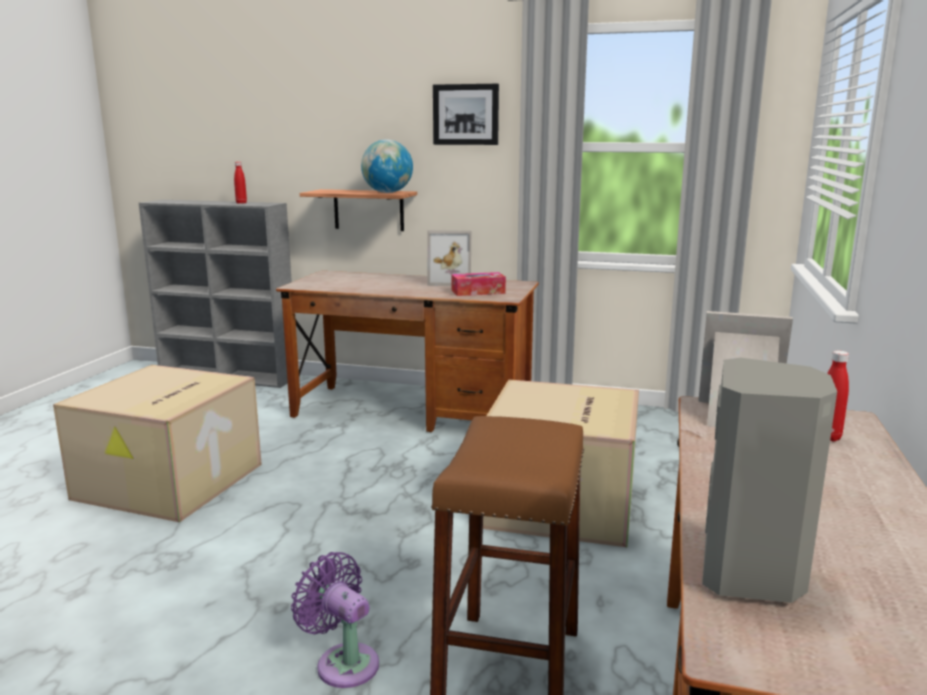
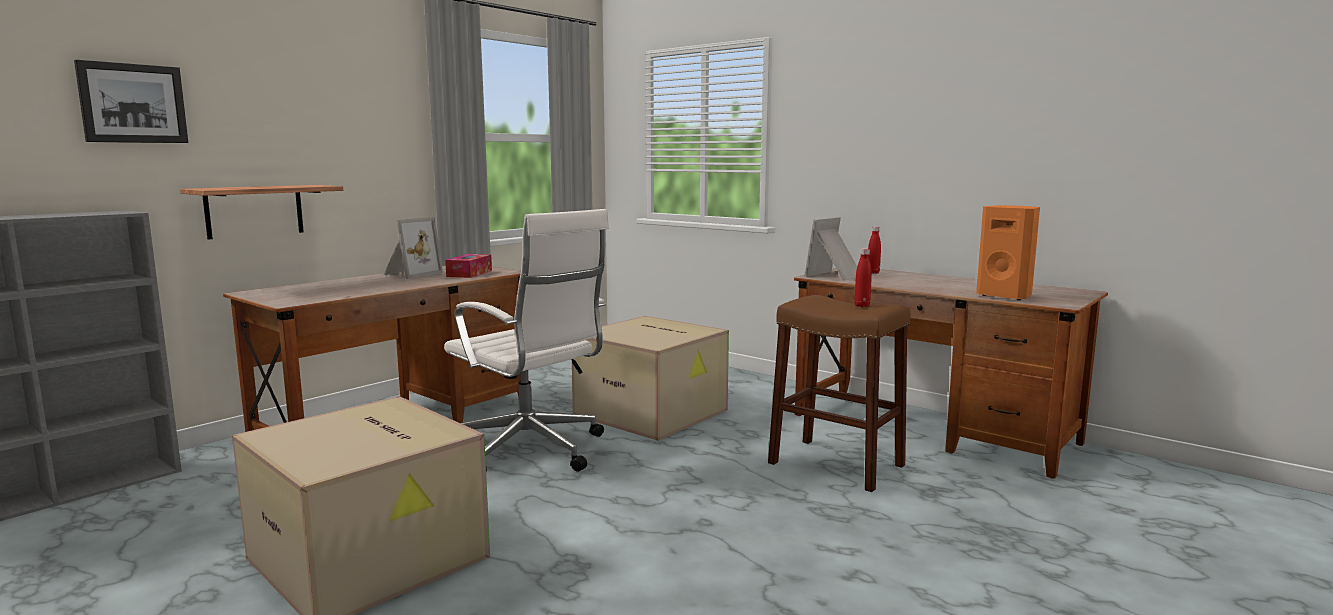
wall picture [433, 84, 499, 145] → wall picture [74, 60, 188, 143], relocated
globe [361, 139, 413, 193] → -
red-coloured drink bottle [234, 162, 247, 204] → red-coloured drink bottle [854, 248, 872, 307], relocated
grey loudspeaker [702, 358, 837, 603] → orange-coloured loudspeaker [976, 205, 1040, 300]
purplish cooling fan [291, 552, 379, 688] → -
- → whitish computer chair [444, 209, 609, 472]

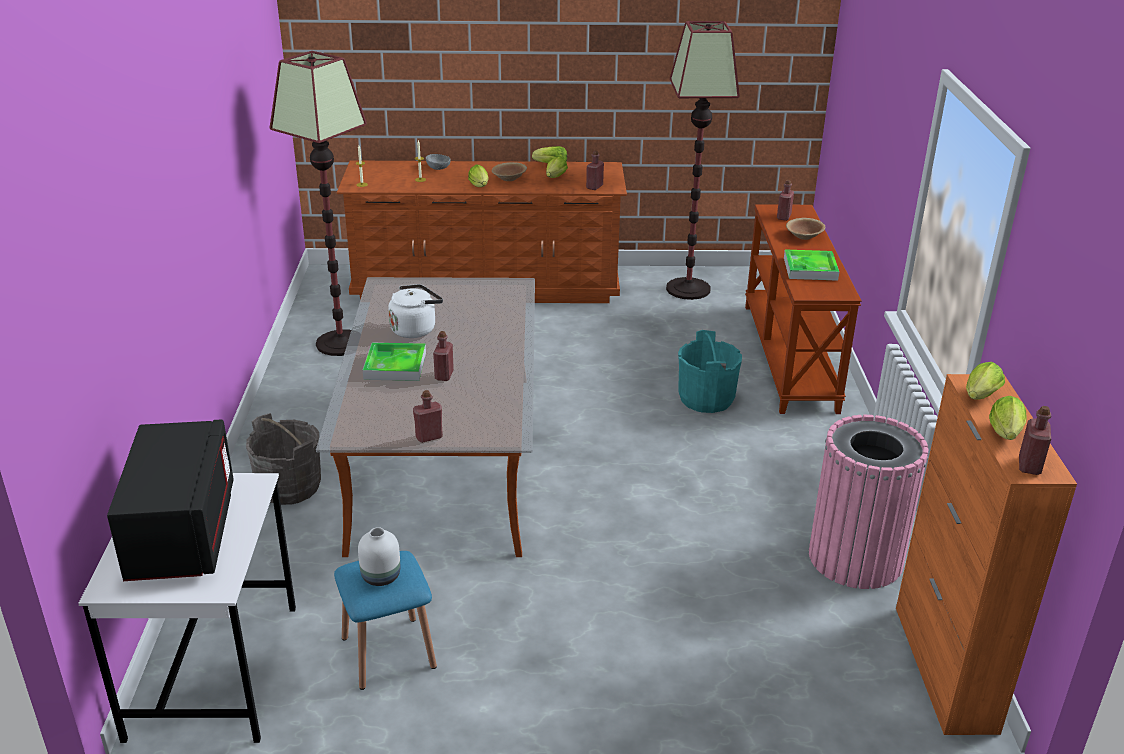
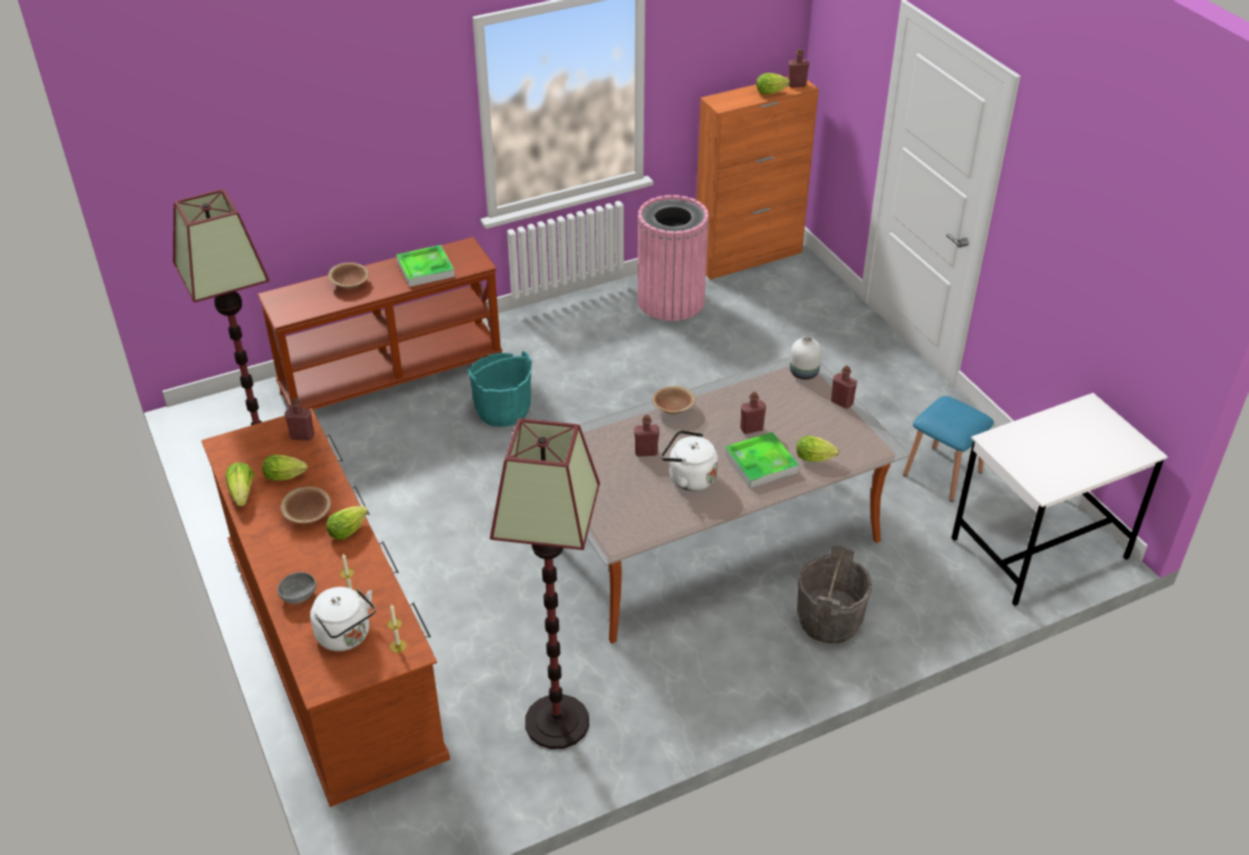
red-coloured drink bottle [777, 180, 794, 221] → red-coloured drink bottle [634, 415, 660, 457], relocated
head of lettuce [966, 362, 1005, 400] → head of lettuce [797, 436, 839, 462], relocated
black-coloured kitchen microwave [107, 419, 233, 581] → -
whitish flower vase [358, 527, 400, 586] → whitish flower vase [790, 336, 822, 380], relocated
- → brown-coloured serving bowl [652, 386, 696, 414]
- → whitish kettle [310, 587, 376, 651]

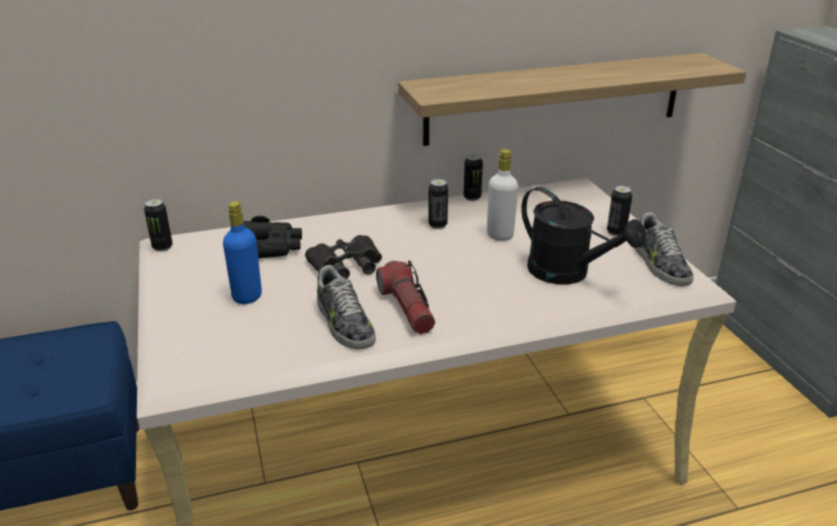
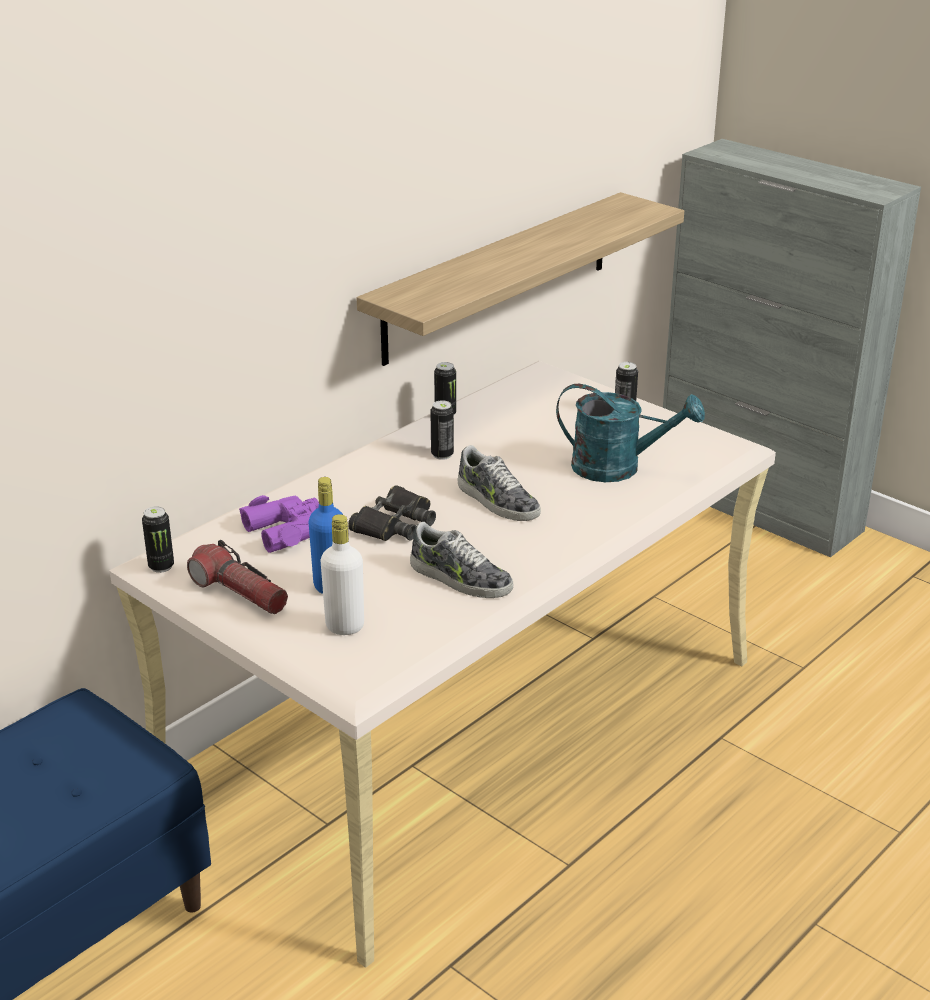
whitish drink bottle [487, 149, 518, 241] → whitish drink bottle [321, 514, 364, 635], relocated
black-coloured watering can [521, 187, 646, 284] → turquoise-coloured watering can [556, 384, 705, 482]
item of footwear [635, 212, 694, 286] → item of footwear [457, 445, 541, 521], relocated
black-coloured binoculars [243, 216, 302, 258] → purplish binoculars [239, 495, 319, 553]
torch [376, 261, 435, 334] → torch [187, 540, 288, 614], relocated

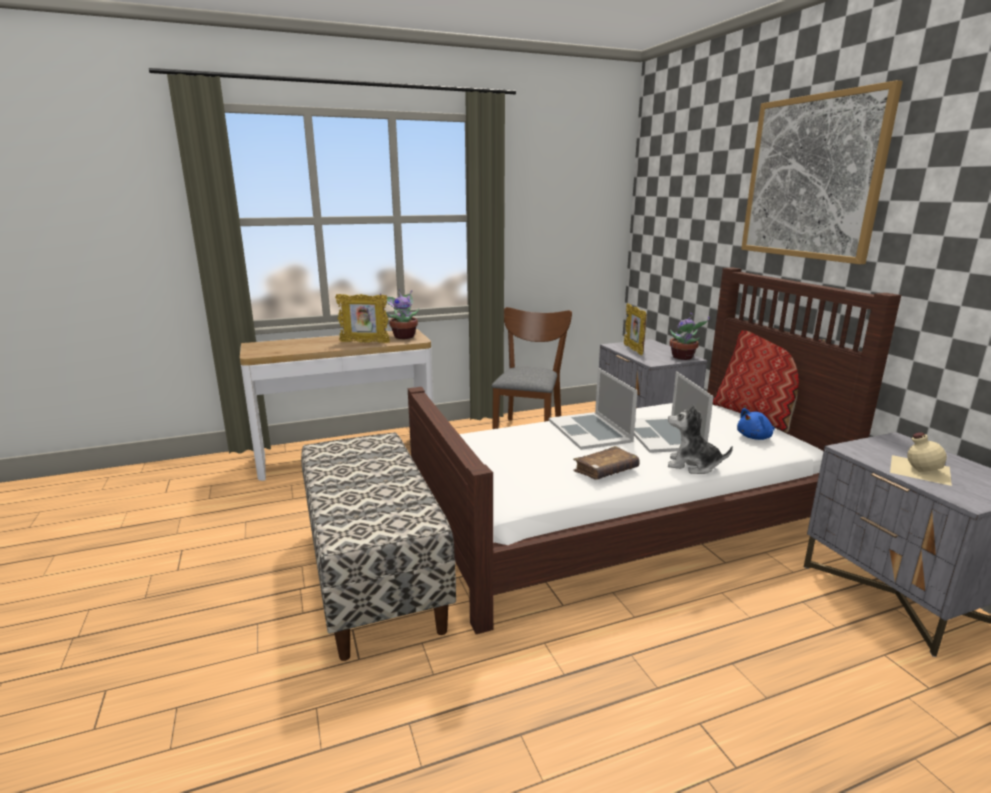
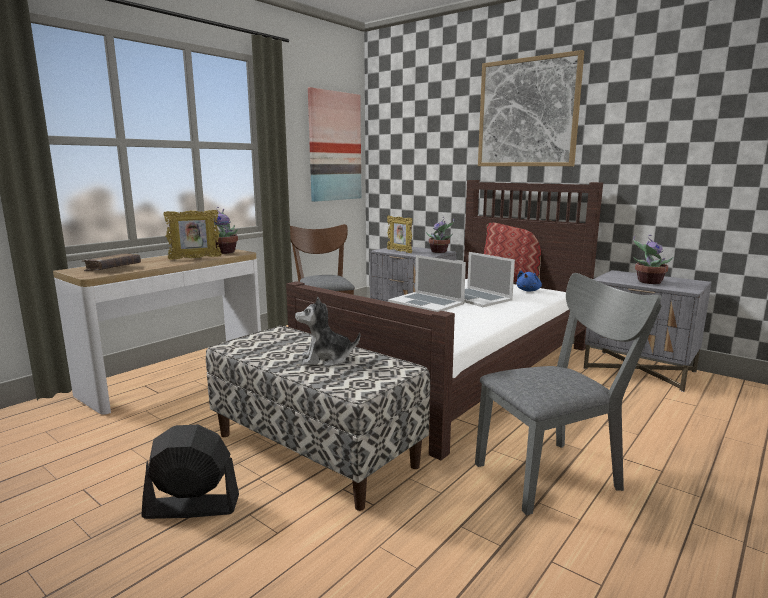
cuddly toy [668, 404, 733, 474] → cuddly toy [295, 297, 360, 367], relocated
beige drink bottle [890, 433, 952, 486] → houseplant [633, 235, 673, 284]
brown-coloured volume [573, 446, 640, 480] → brown-coloured volume [82, 253, 141, 271], relocated
- → wall picture [308, 87, 361, 202]
- → grey plain chair [475, 273, 662, 515]
- → black-coloured cooling fan [141, 425, 239, 519]

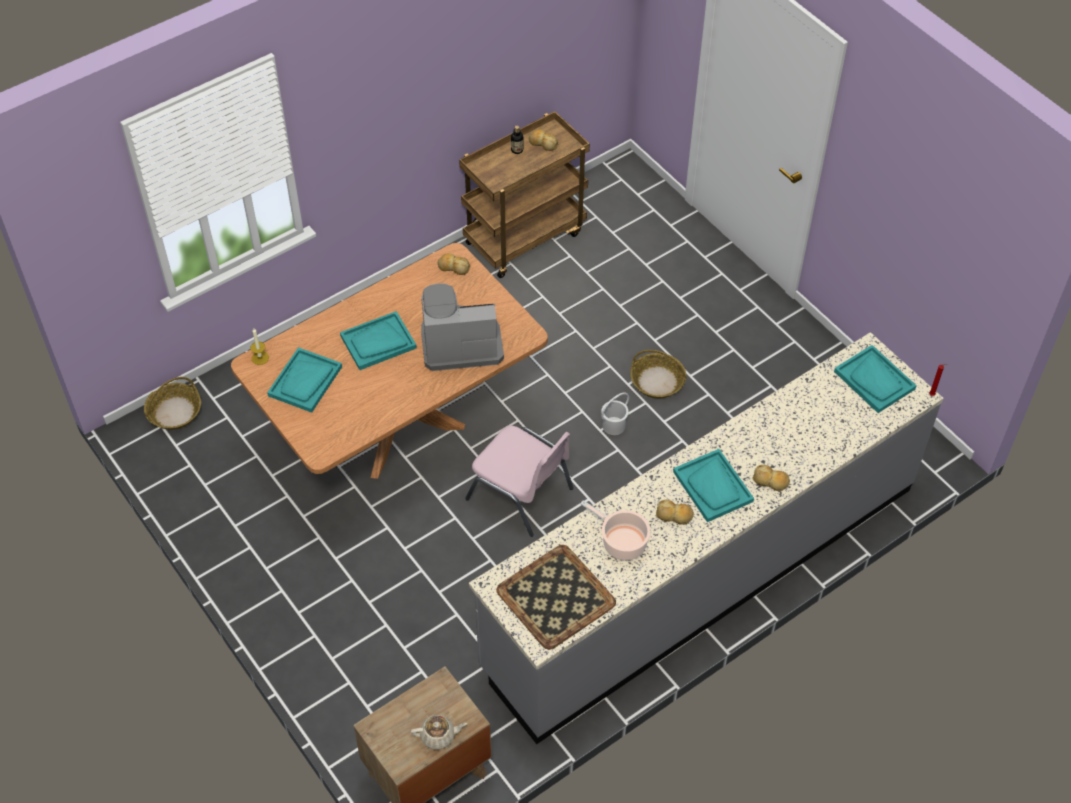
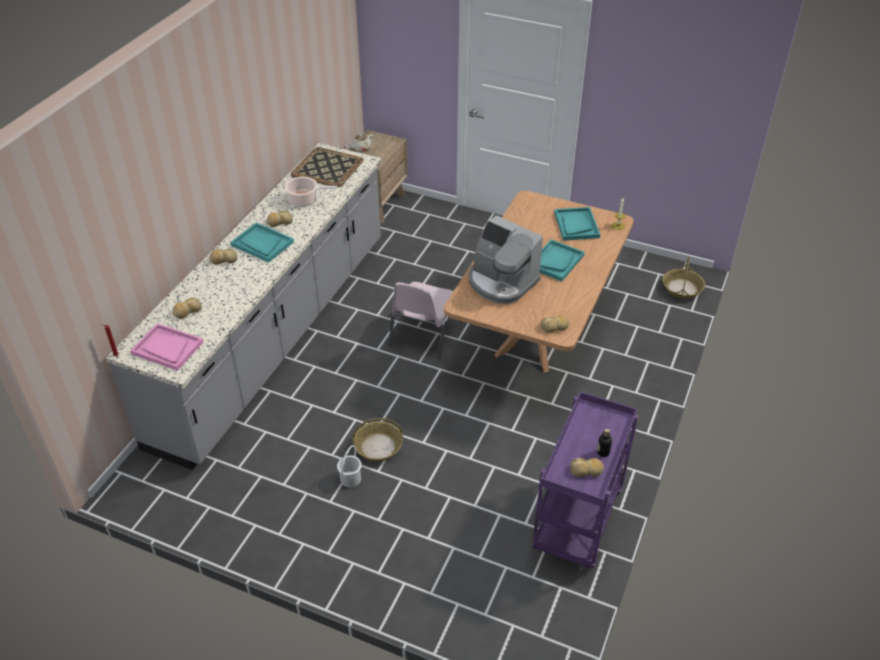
brown-coloured trolley [459, 111, 590, 278] → purplish trolley [533, 391, 638, 568]
coffee maker [421, 283, 504, 371] → coffee maker [469, 215, 543, 304], 75 degrees clockwise
turquoise-coloured carrying tray [834, 345, 917, 413] → pinkish carrying tray [130, 323, 203, 371]
whitish pail [601, 393, 629, 435] → whitish pail [337, 445, 362, 487], relocated
pinkish plain chair [465, 425, 574, 537] → pinkish plain chair [389, 282, 462, 359], 75 degrees counterclockwise
- → baked bread [172, 297, 202, 319]

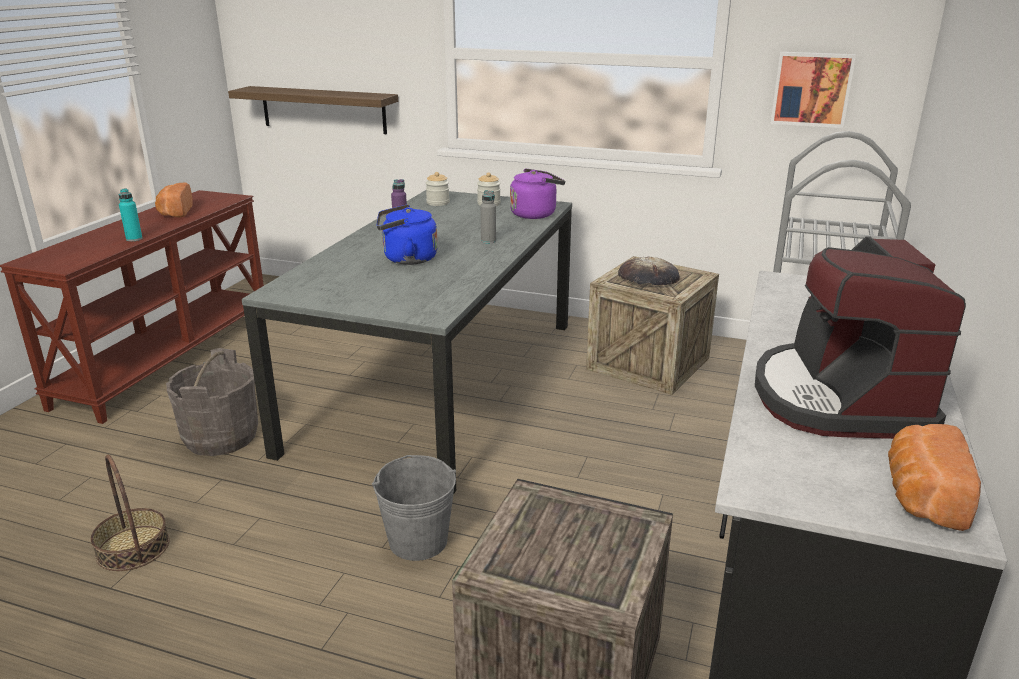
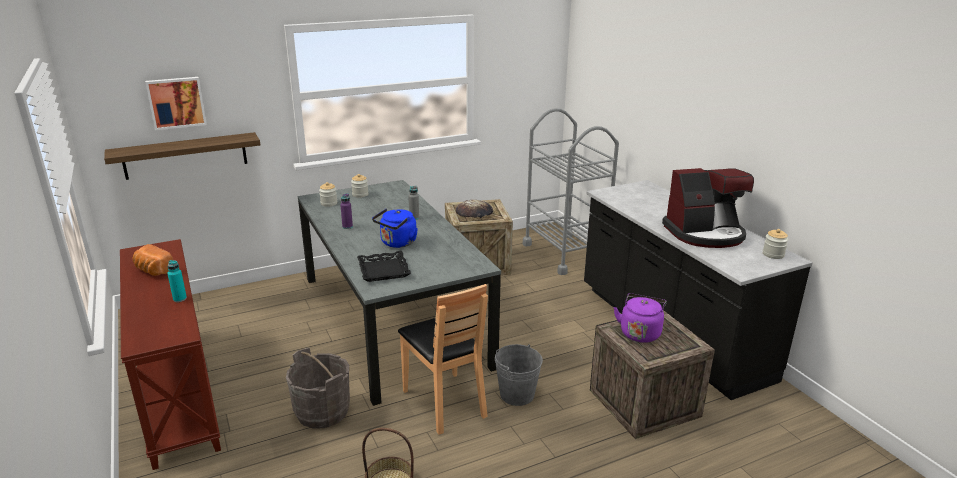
wall picture [770, 52, 856, 128] → wall picture [145, 77, 207, 130], relocated
purplish kettle [510, 169, 565, 219] → purplish kettle [614, 293, 667, 343], relocated
coffee maker [755, 236, 966, 439] → coffee maker [662, 168, 754, 248], 60 degrees counterclockwise
baked bread [888, 424, 981, 531] → jar [763, 229, 788, 259]
- → black-coloured carrying tray [357, 251, 411, 282]
- → brown-coloured plain chair [398, 284, 488, 434]

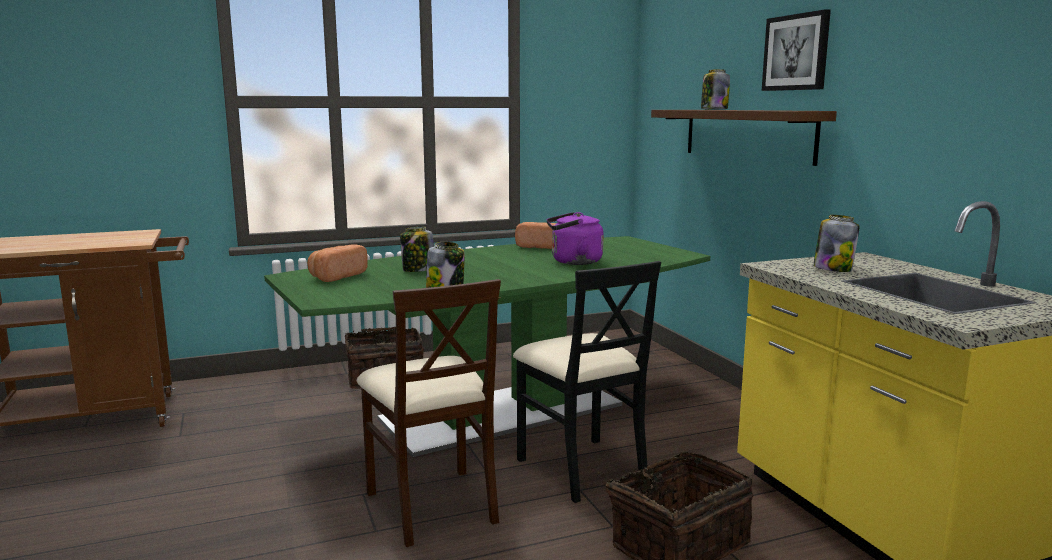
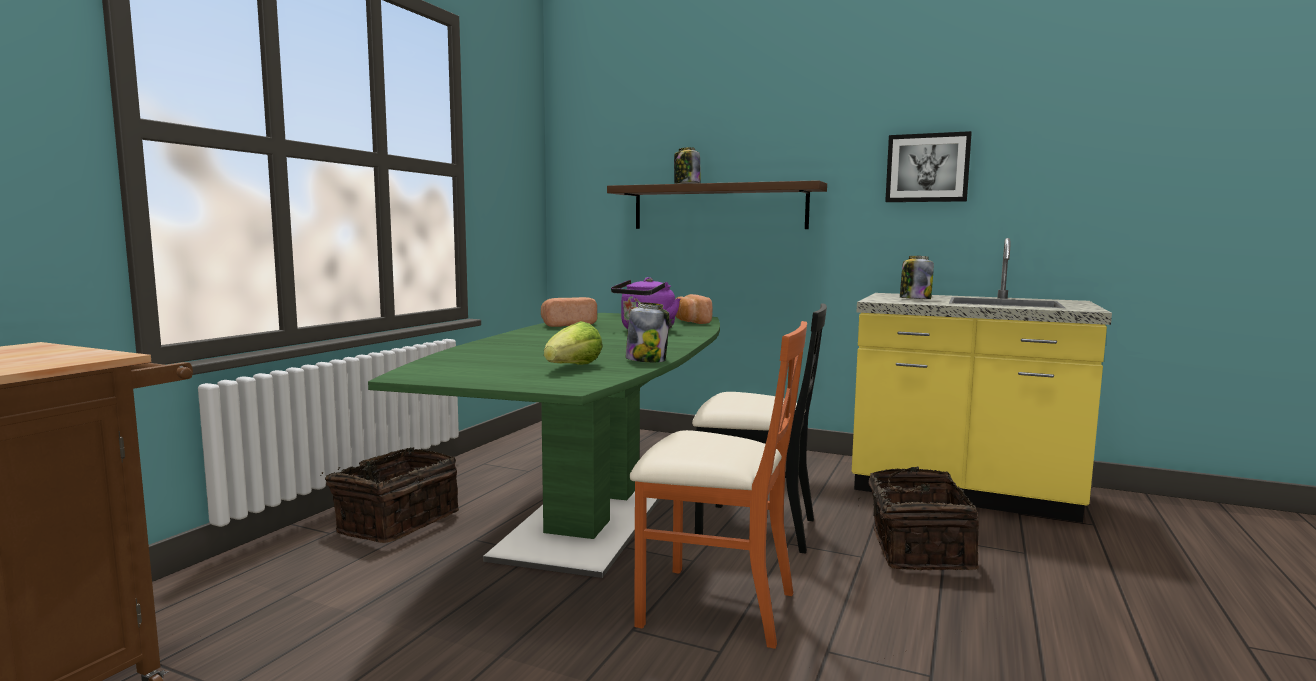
wall picture [762, 9, 831, 91] → wall picture [885, 131, 972, 202], relocated
jar [400, 227, 434, 272] → -
baked bread [307, 244, 368, 282] → baked bread [675, 294, 713, 324], relocated
beige plain chair [357, 279, 501, 547] → orange-coloured plain chair [630, 321, 807, 649]
- → head of lettuce [544, 321, 603, 365]

